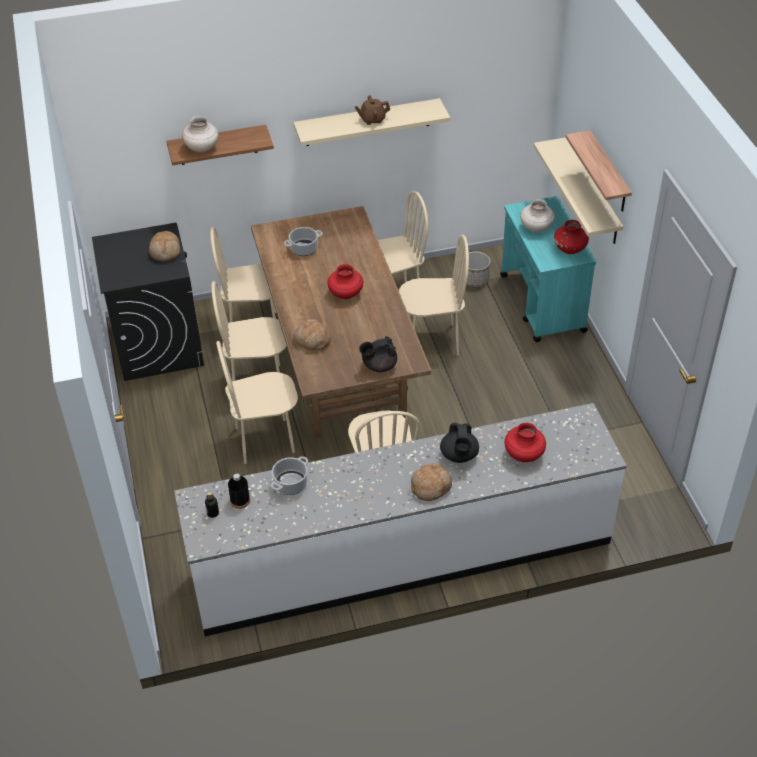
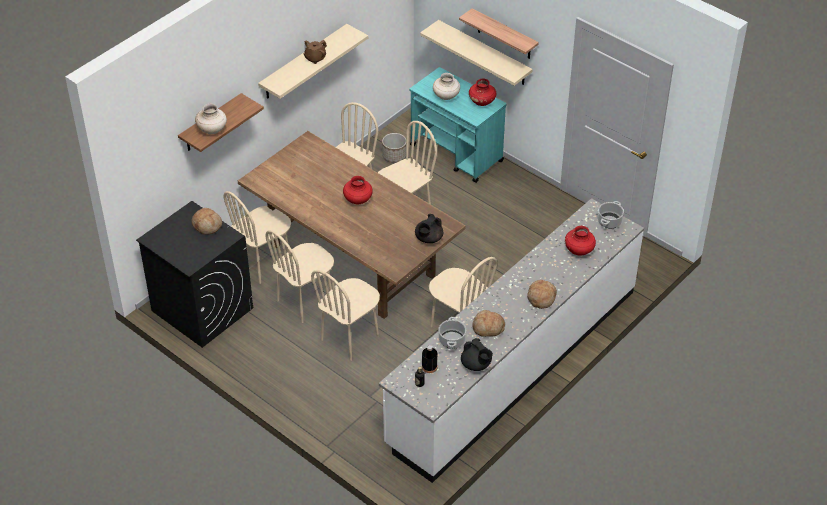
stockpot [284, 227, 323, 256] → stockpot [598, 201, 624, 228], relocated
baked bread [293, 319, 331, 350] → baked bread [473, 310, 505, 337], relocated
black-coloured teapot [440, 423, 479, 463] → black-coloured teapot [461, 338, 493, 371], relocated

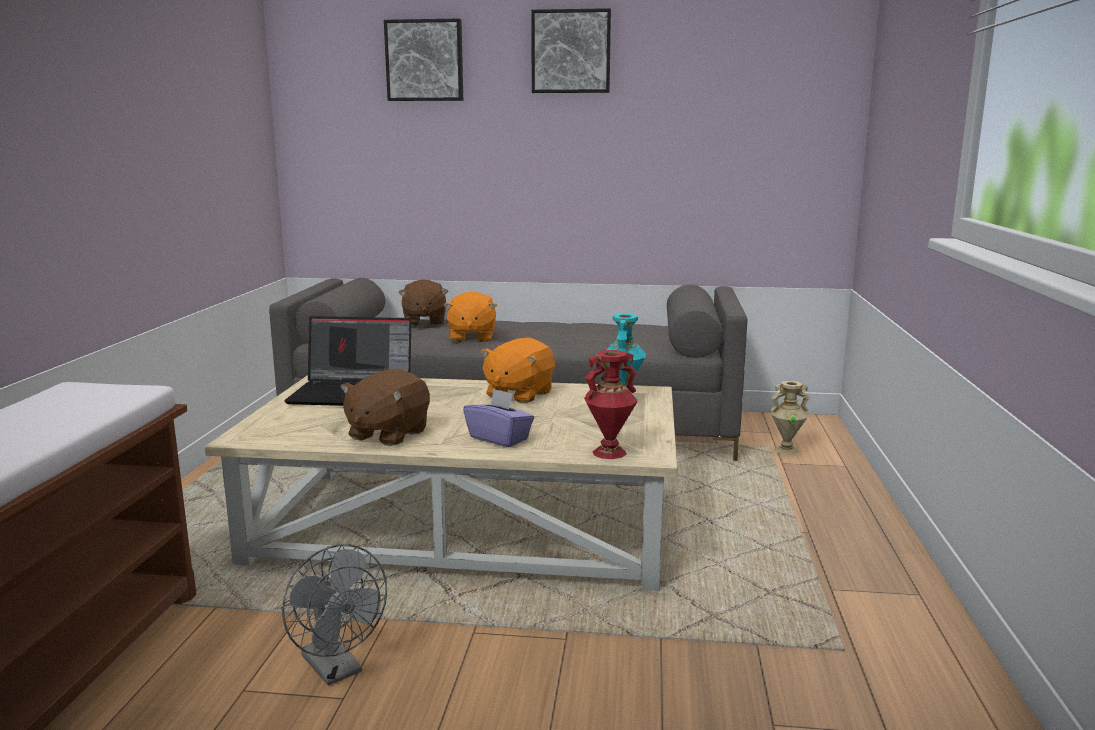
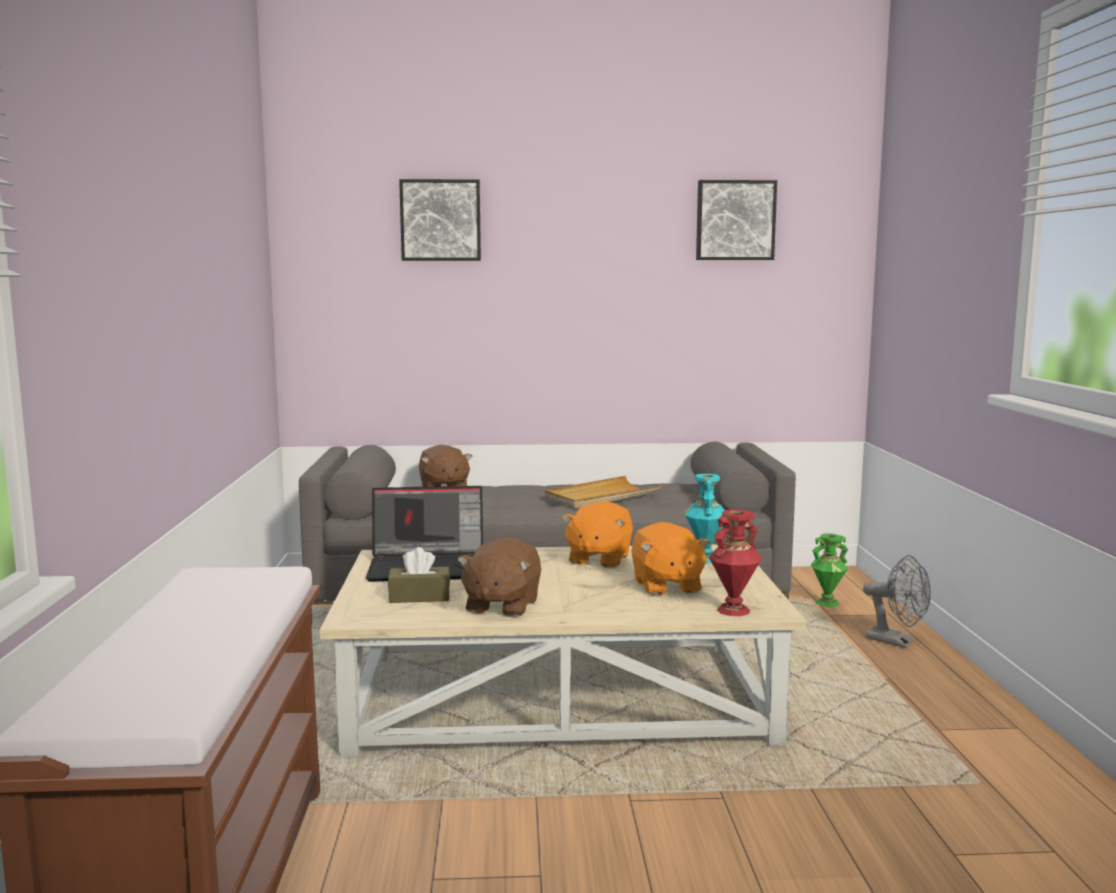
wall picture [531, 8, 611, 93] → wall picture [696, 180, 777, 260], relocated
orange-coloured cuddly toy [443, 291, 497, 342] → orange-coloured cuddly toy [631, 522, 710, 596], relocated
beige flower vase [771, 381, 810, 455] → greenish flower vase [811, 533, 848, 607]
purplish box of tissues [463, 388, 535, 447] → -
grey cooling fan [282, 544, 387, 685] → grey cooling fan [863, 555, 931, 648], relocated
- → beige carrying tray [545, 476, 661, 508]
- → brown-coloured box of tissues [388, 547, 450, 603]

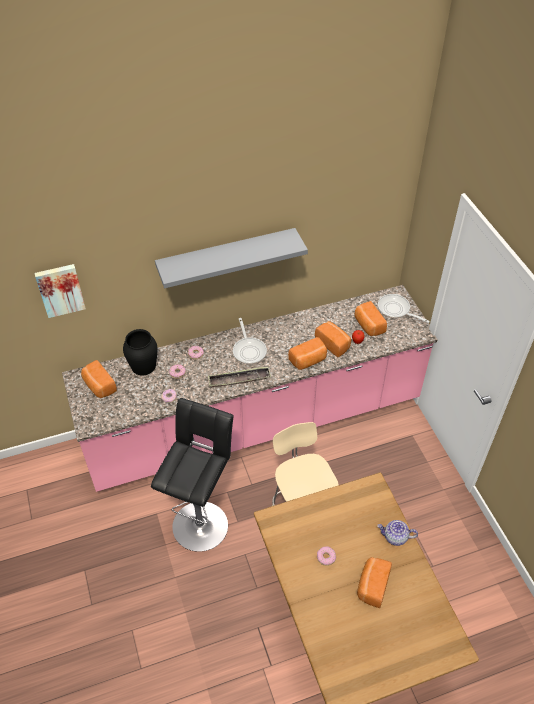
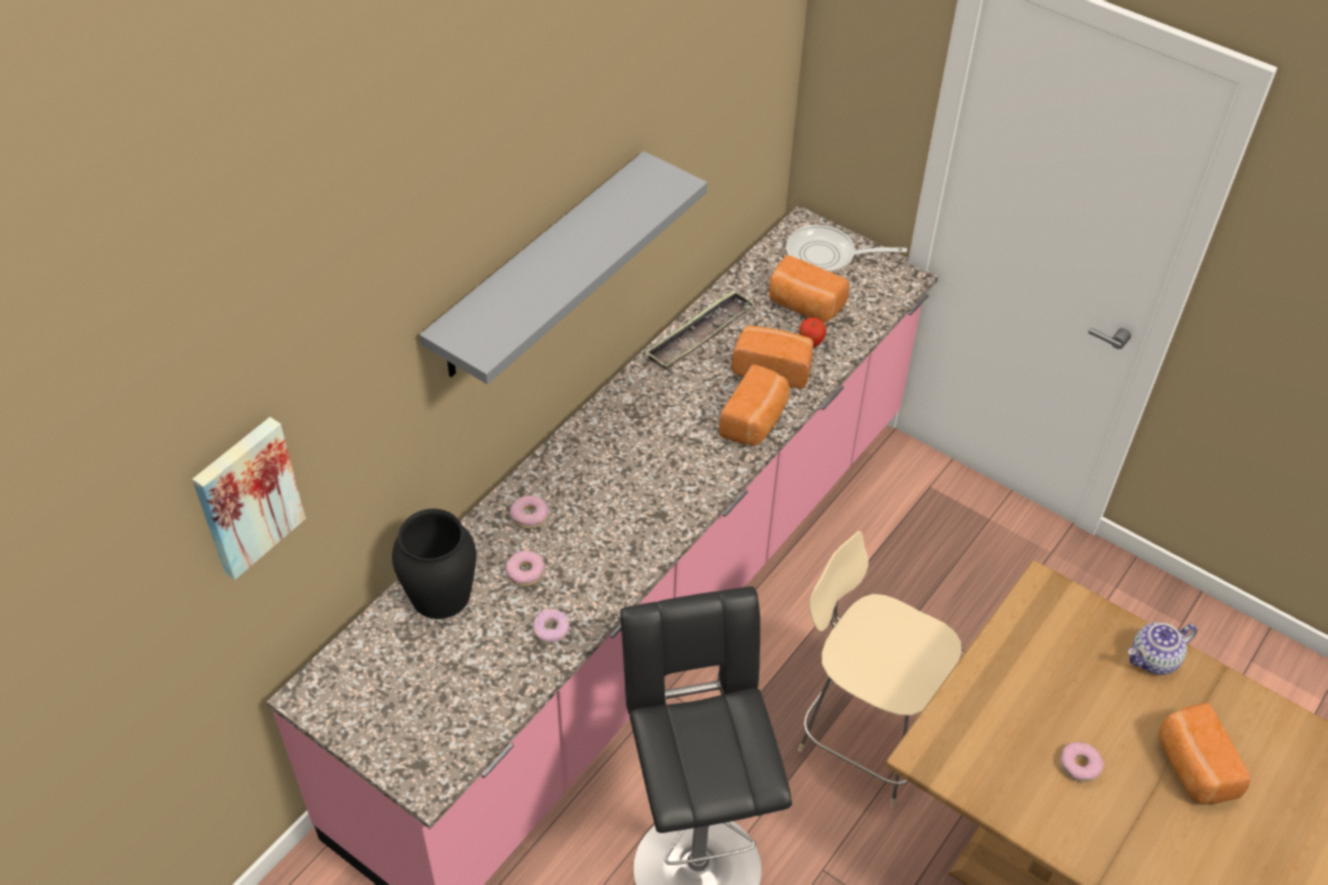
skillet [233, 318, 267, 364] → -
baked bread [81, 360, 117, 398] → -
carrying tray [208, 367, 271, 388] → carrying tray [645, 290, 755, 370], relocated

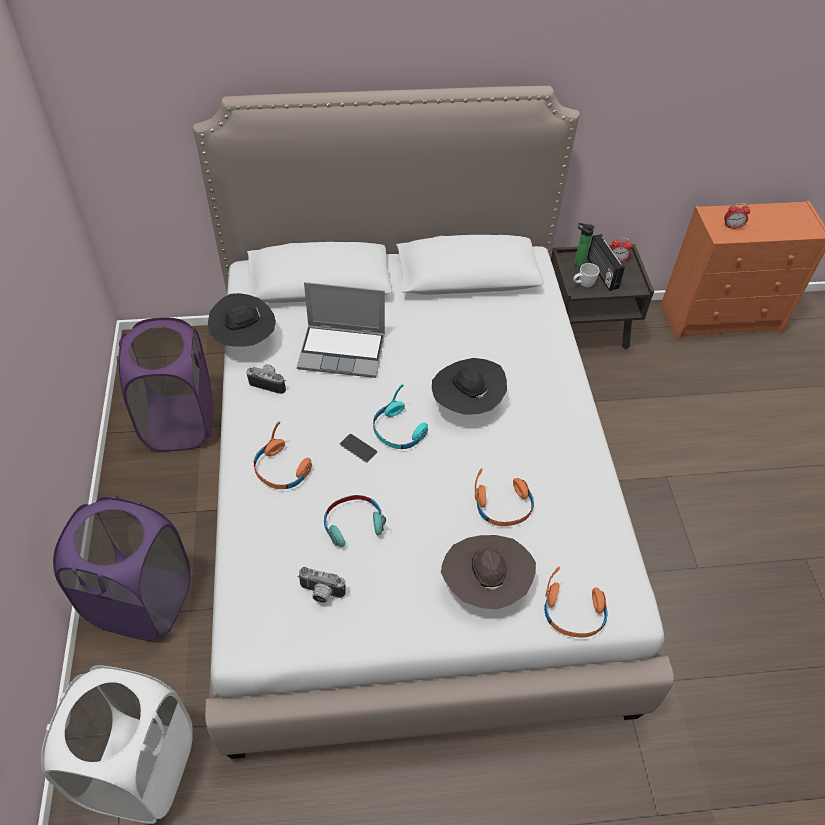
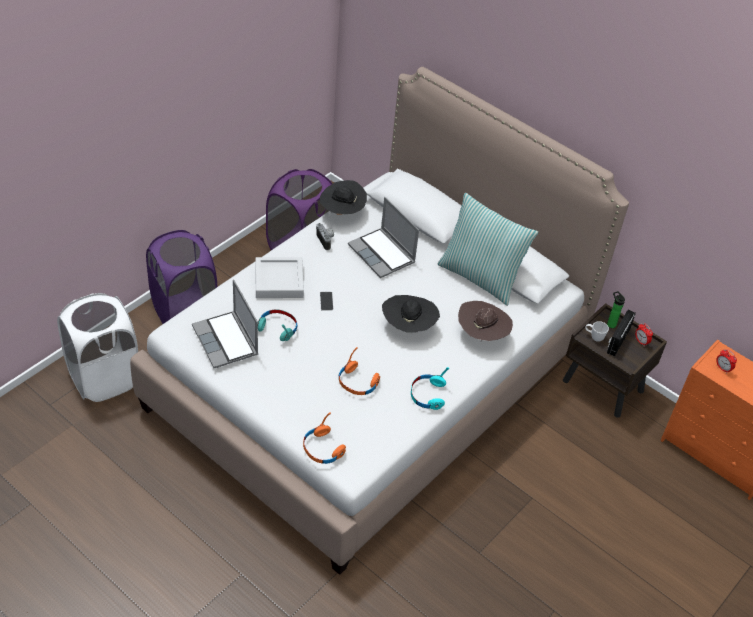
turquoise-coloured headphones [373, 384, 428, 449] → turquoise-coloured headphones [411, 367, 449, 410], relocated
orange-coloured headphones [254, 421, 312, 489] → grey carrying tray [255, 257, 304, 298]
brown-coloured wearable hat [441, 535, 536, 610] → brown-coloured wearable hat [458, 301, 513, 341], relocated
still camera [298, 567, 346, 603] → laptop [192, 279, 258, 368]
- → pillow [437, 193, 538, 306]

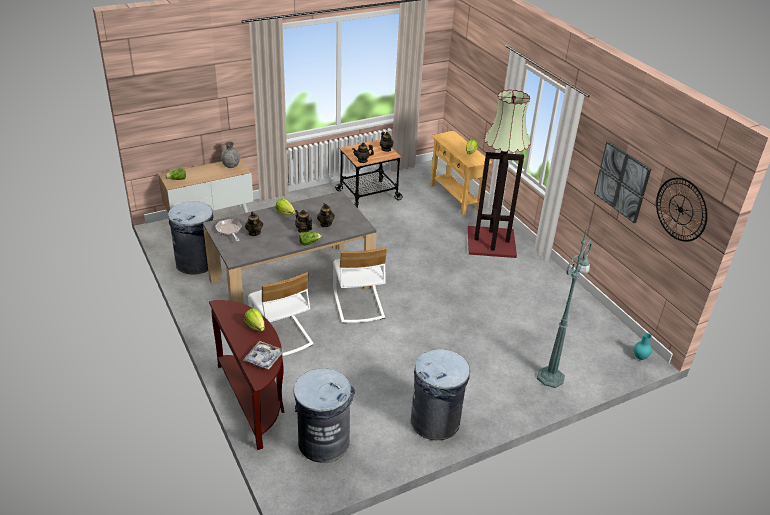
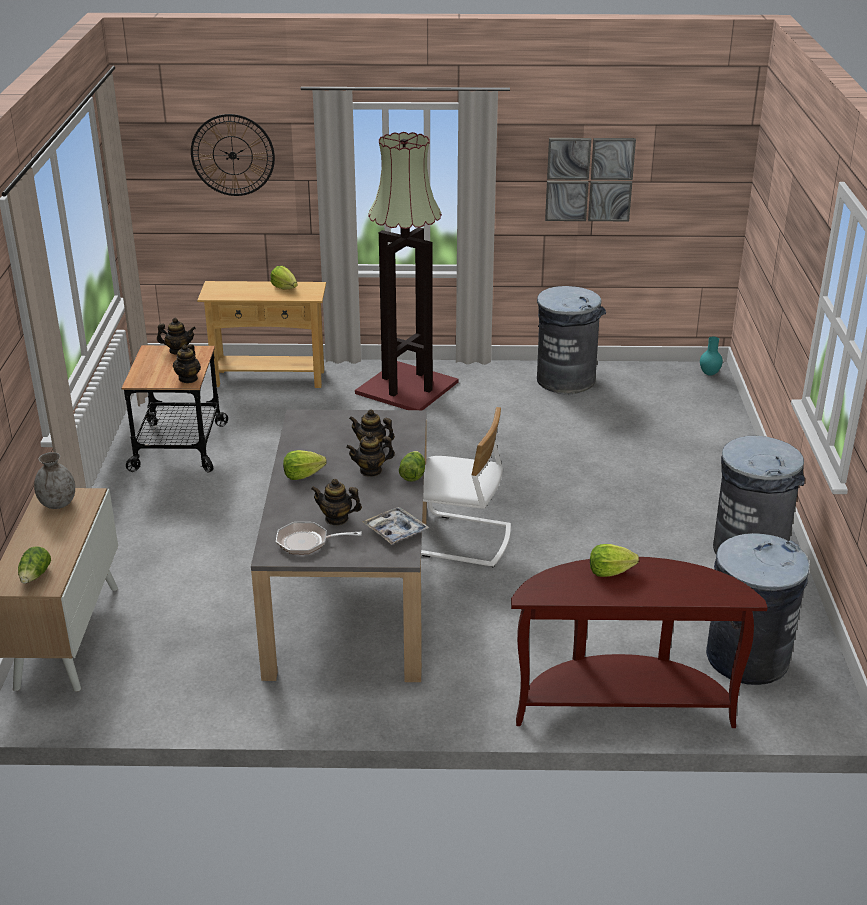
hanging clock [656, 177, 708, 242] → hanging clock [191, 114, 275, 196], relocated
grey rubbish bin [168, 201, 214, 274] → grey rubbish bin [537, 286, 606, 394], relocated
greenish standard lamp [537, 224, 592, 388] → -
whitish plain chair [248, 272, 314, 356] → -
carrying tray [244, 341, 284, 370] → carrying tray [362, 507, 429, 545], relocated

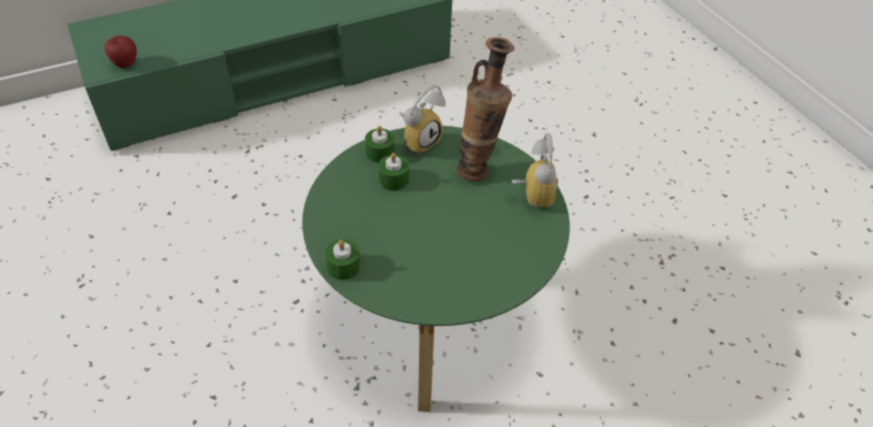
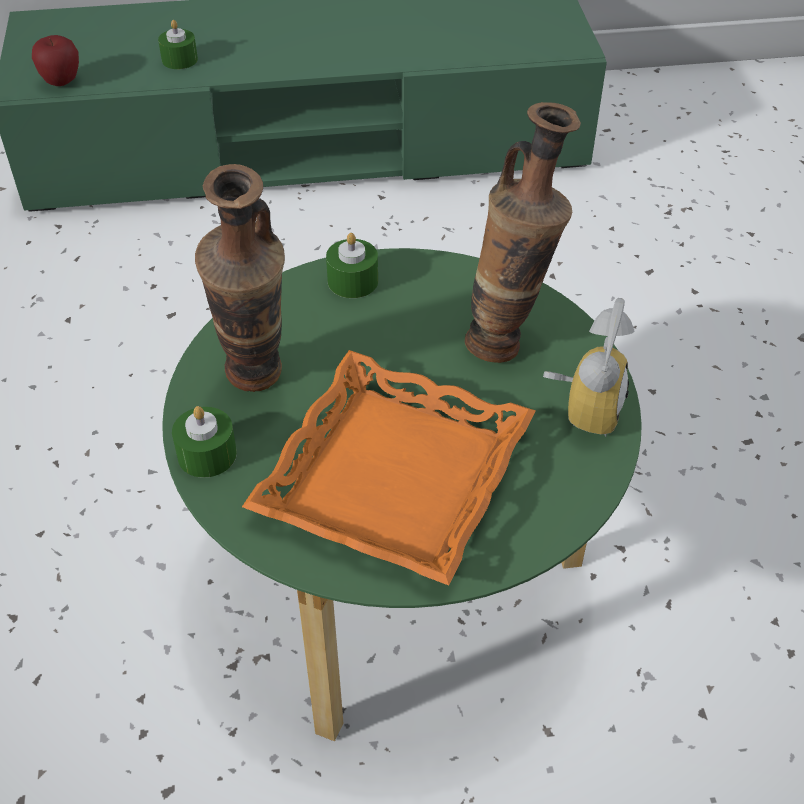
table clock [399, 85, 446, 155] → -
greenish wax light [378, 153, 409, 191] → greenish wax light [158, 20, 198, 69], relocated
- → flower vase [195, 164, 285, 392]
- → orange-coloured carrying tray [242, 350, 536, 585]

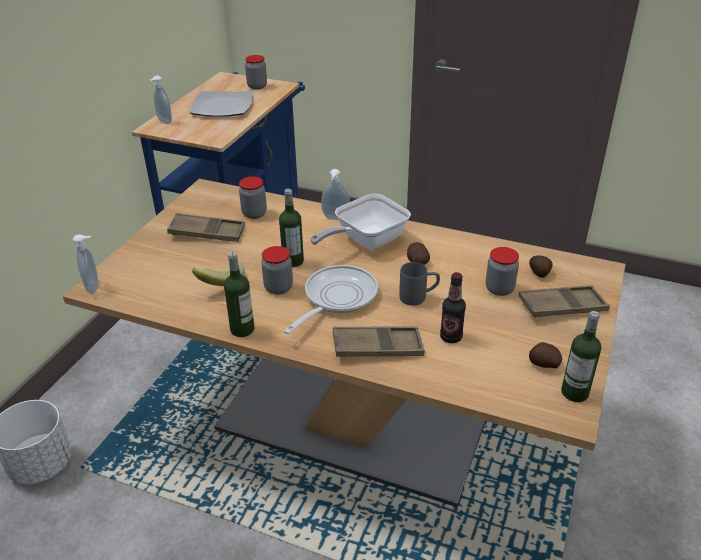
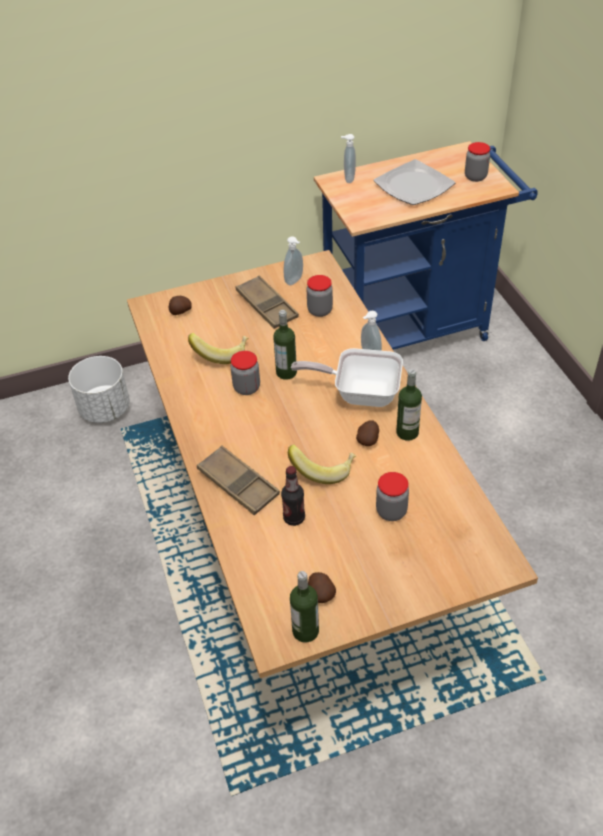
soap dispenser [73, 234, 98, 294] → soap dispenser [284, 236, 303, 285], relocated
drink bottle [224, 252, 254, 337] → drink bottle [396, 369, 422, 441], relocated
whole potato [529, 255, 553, 278] → whole potato [168, 296, 192, 315], relocated
grey coffee mug [399, 262, 440, 306] → banana [288, 444, 356, 484]
skillet [284, 265, 378, 334] → -
brown-coloured carrying tray [518, 285, 610, 317] → -

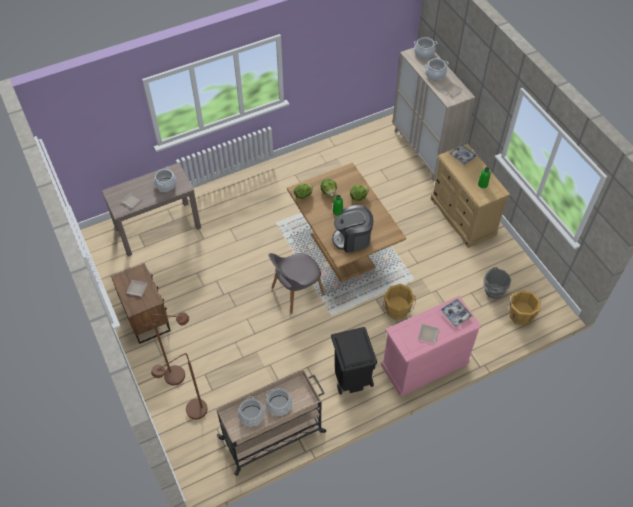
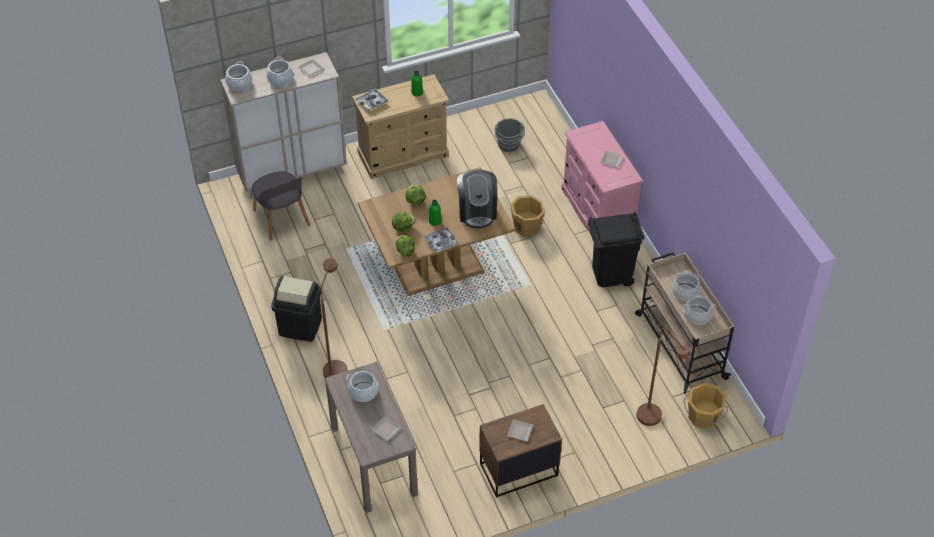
grey plain chair [269, 253, 325, 314] → grey plain chair [252, 171, 310, 241], relocated
orange-coloured pail [509, 290, 541, 325] → orange-coloured pail [683, 383, 728, 429], relocated
carrying tray [439, 299, 473, 327] → carrying tray [424, 227, 459, 253], relocated
brown-coloured standard lamp [151, 312, 189, 386] → brown-coloured standard lamp [321, 258, 348, 378], relocated
- → black-coloured rubbish bin [271, 276, 322, 342]

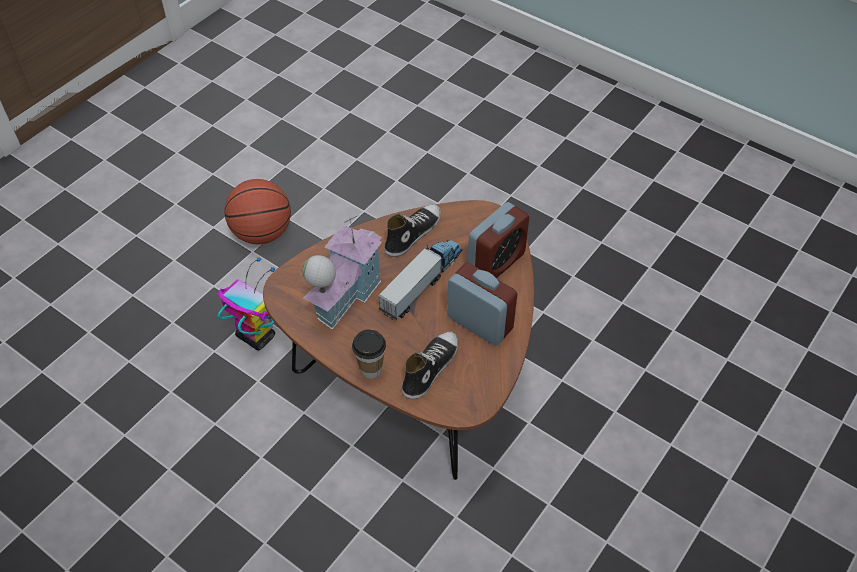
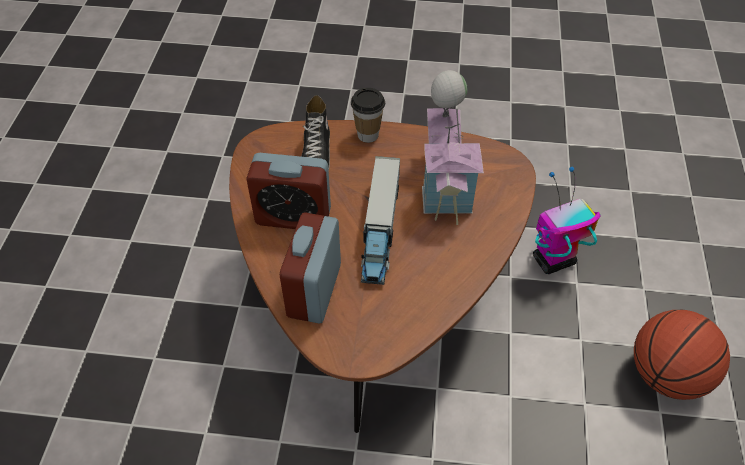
item of footwear [384, 204, 441, 257] → -
robot figure [218, 257, 275, 350] → robot figure [533, 167, 601, 274], 150 degrees clockwise

